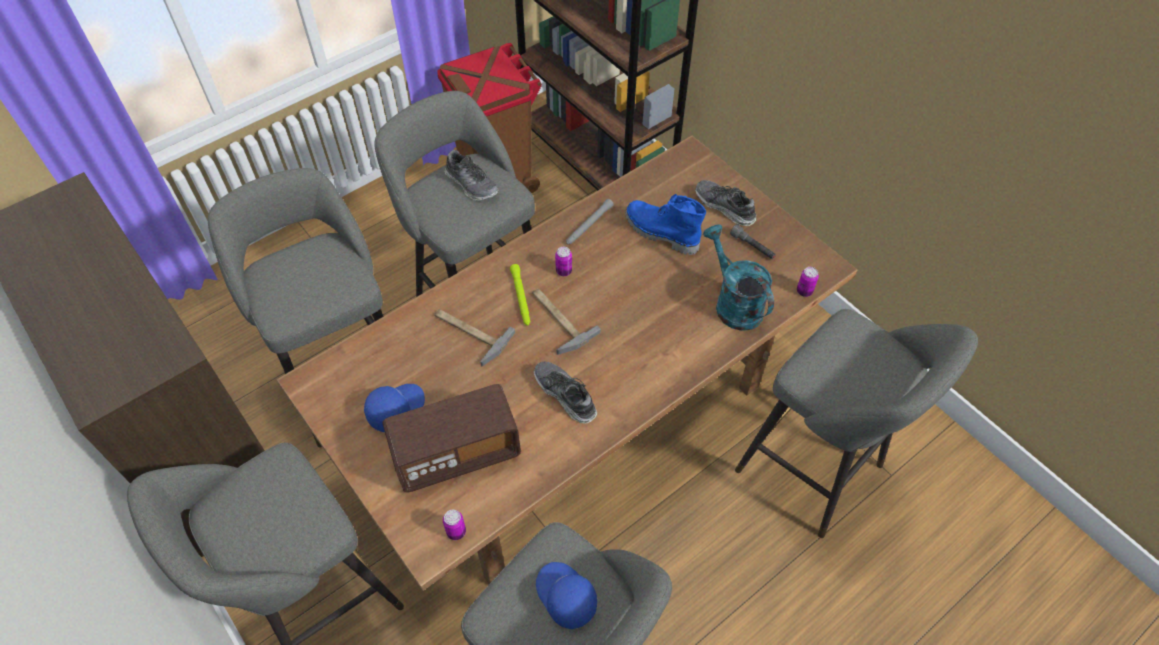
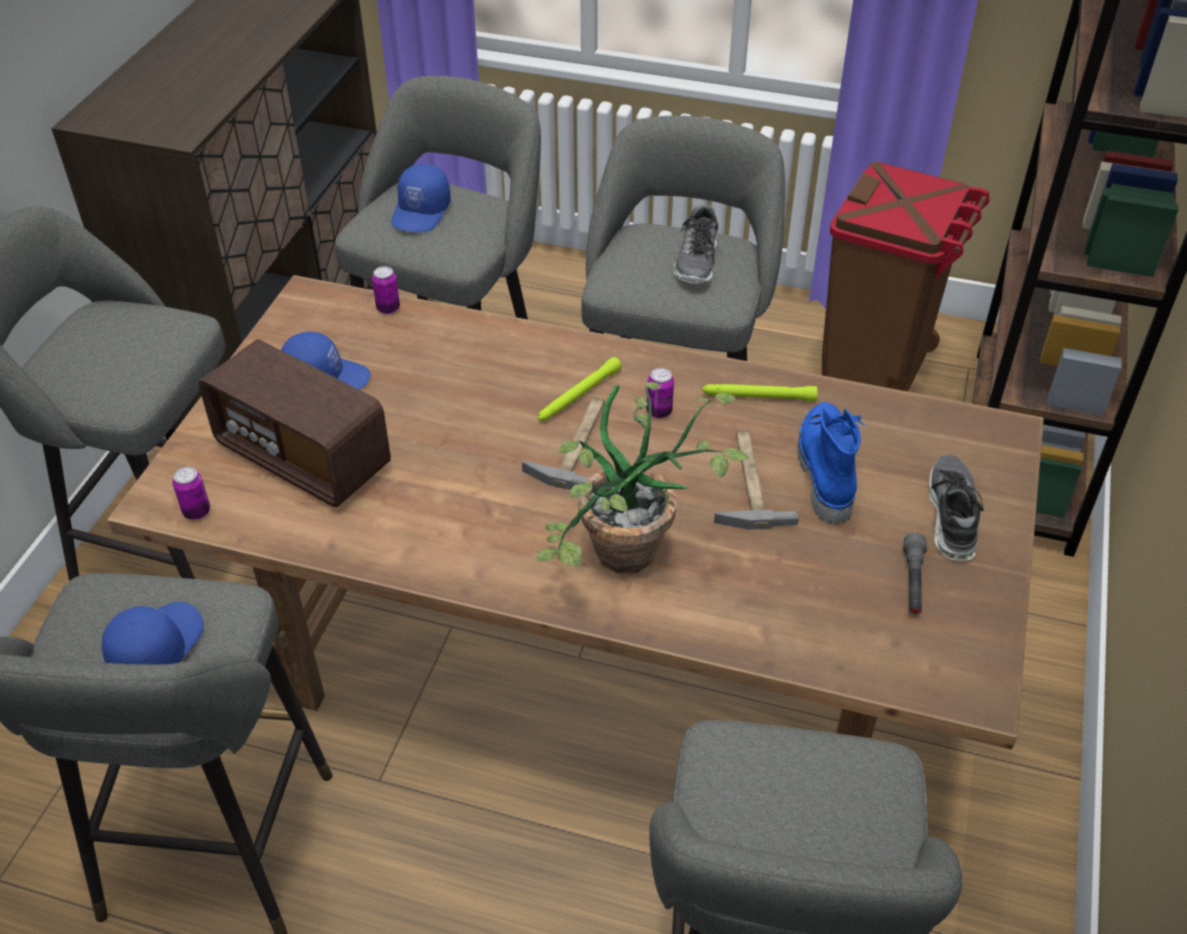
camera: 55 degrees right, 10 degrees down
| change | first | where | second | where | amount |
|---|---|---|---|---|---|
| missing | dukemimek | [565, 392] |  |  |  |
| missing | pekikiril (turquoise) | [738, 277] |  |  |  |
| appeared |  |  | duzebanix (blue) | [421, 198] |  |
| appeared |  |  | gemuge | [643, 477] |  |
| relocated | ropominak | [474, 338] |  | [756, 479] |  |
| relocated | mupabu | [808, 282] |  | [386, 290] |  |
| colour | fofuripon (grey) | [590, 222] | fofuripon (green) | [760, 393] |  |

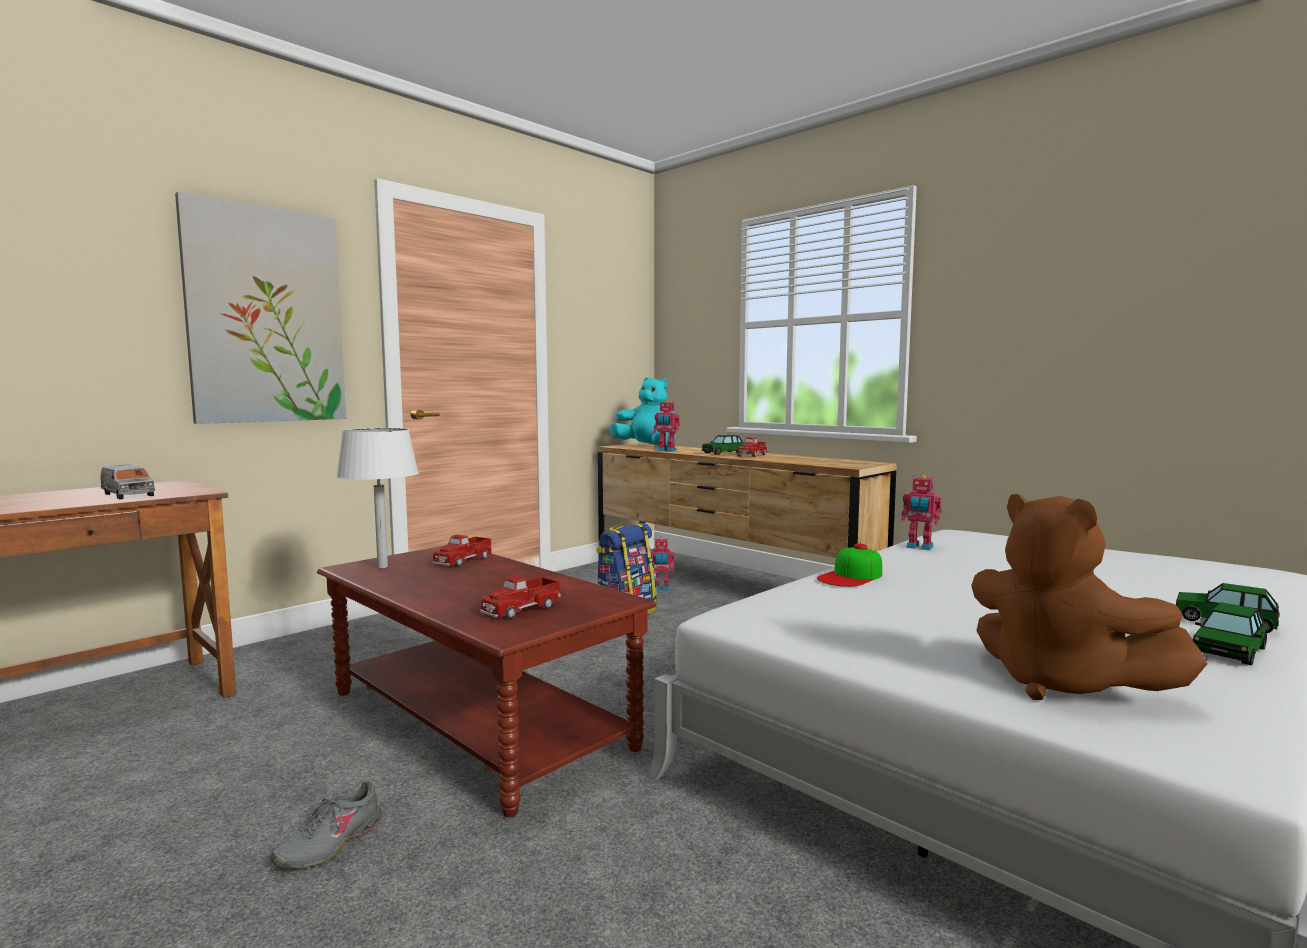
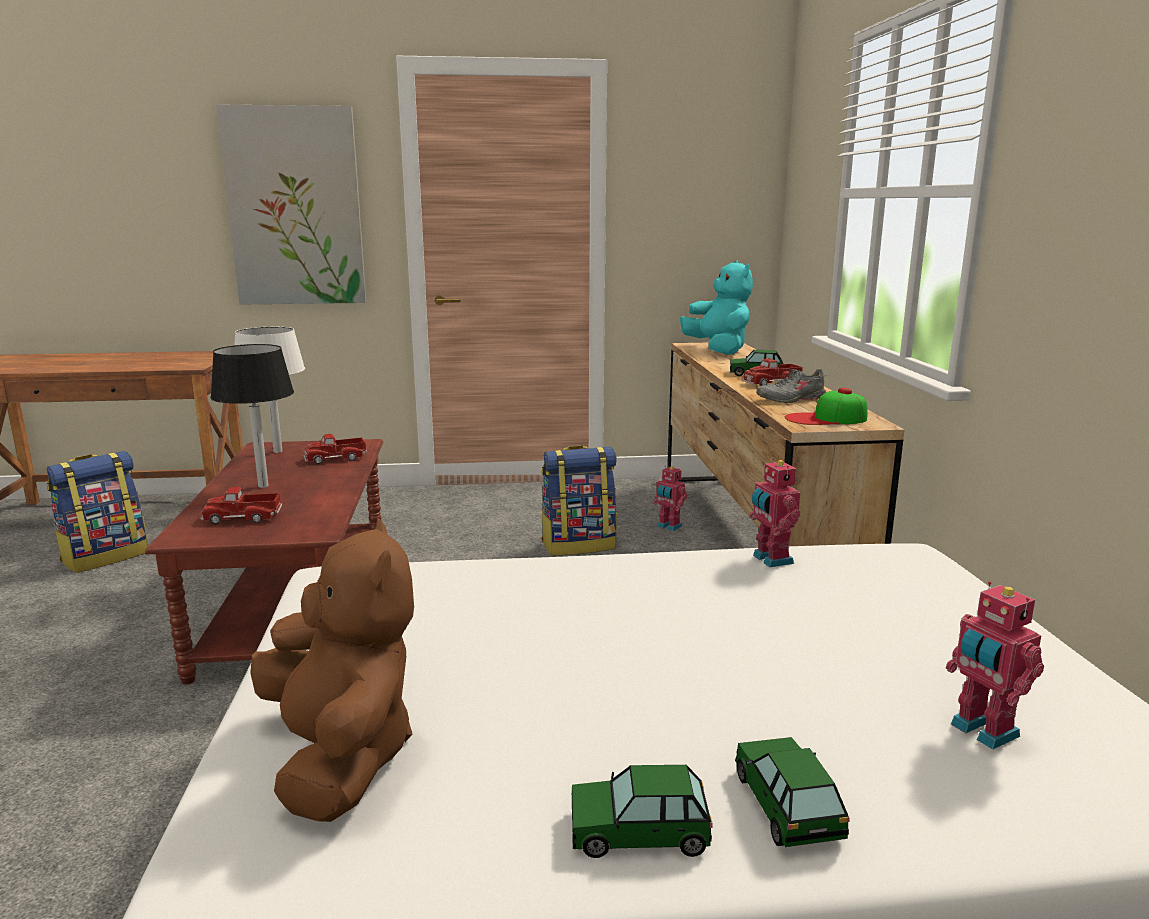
camera: 40 degrees right, 10 degrees up
| change | first | where | second | where | amount |
|---|---|---|---|---|---|
| missing | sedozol | [127, 481] |  |  |  |
| appeared |  |  | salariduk | [97, 512] |  |
| appeared |  |  | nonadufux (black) | [252, 416] |  |
| relocated | dukemimek (grey) | [326, 824] |  | [791, 385] |  |
| relocated | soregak | [666, 426] |  | [995, 666] |  |
| relocated | duzebanix | [849, 565] |  | [826, 406] |  |
| spun | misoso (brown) | [1089, 597] |  | [332, 670] | 150 degrees clockwise |

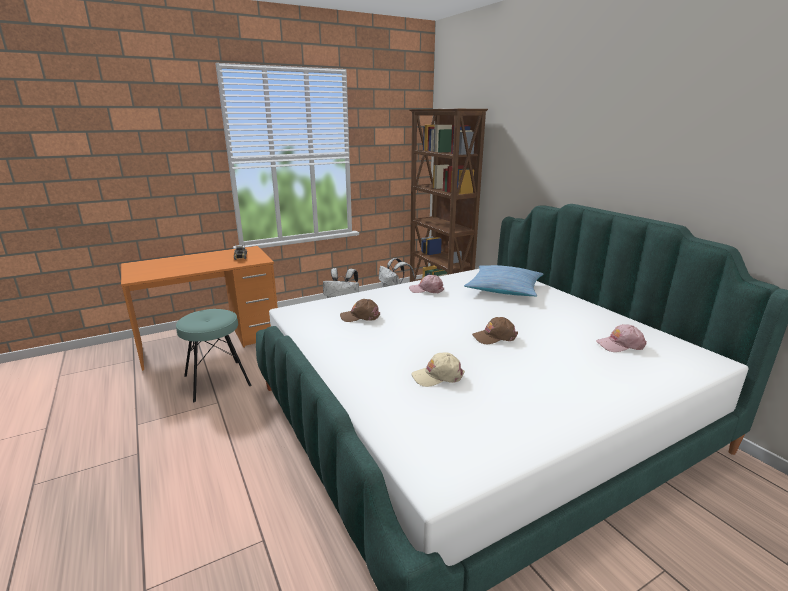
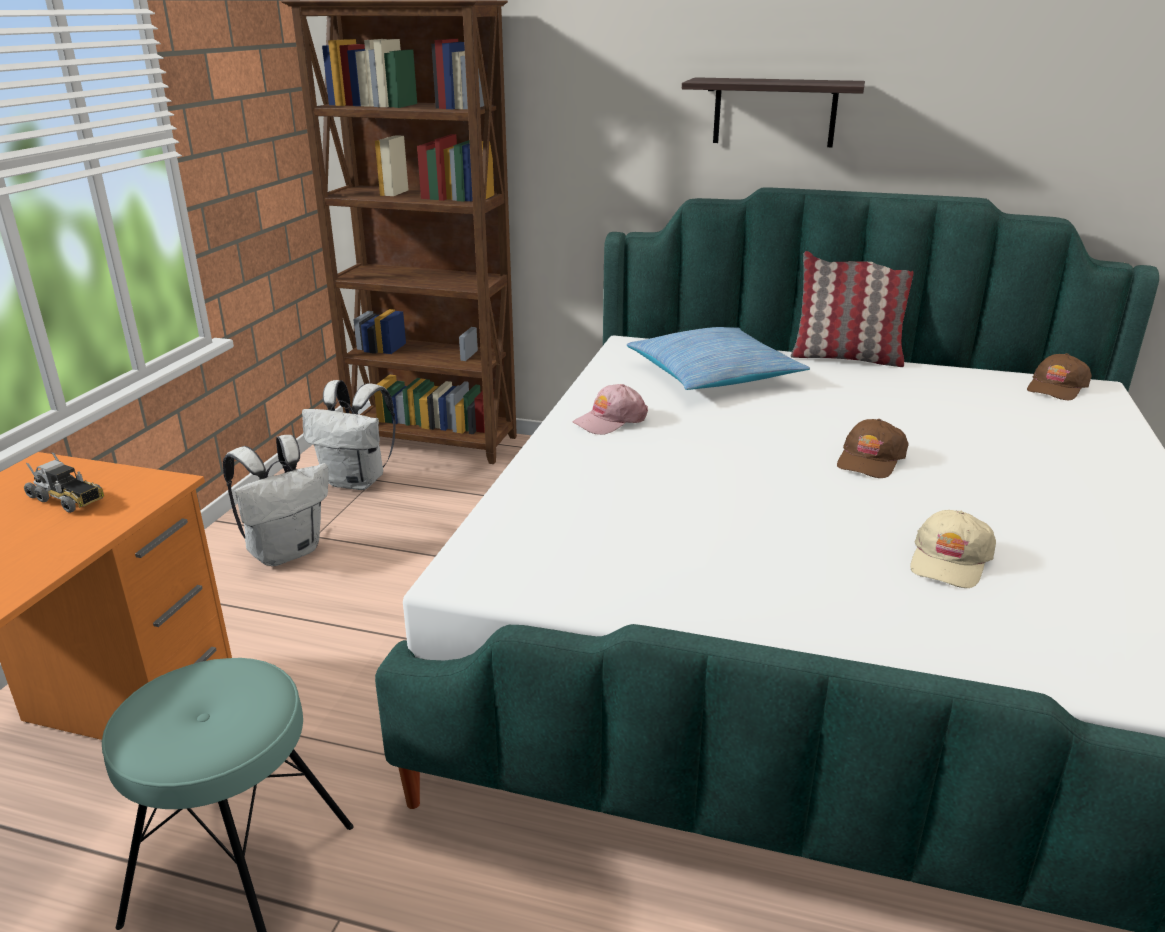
camera: 45 degrees left, 5 degrees up
| change | first | where | second | where | amount |
|---|---|---|---|---|---|
| missing | duzebanix (pink) | [621, 338] |  |  |  |
| appeared |  |  | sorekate | [773, 112] |  |
| appeared |  |  | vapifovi | [852, 309] |  |
| relocated | duzebanix (brown) | [360, 310] |  | [1059, 376] |  |

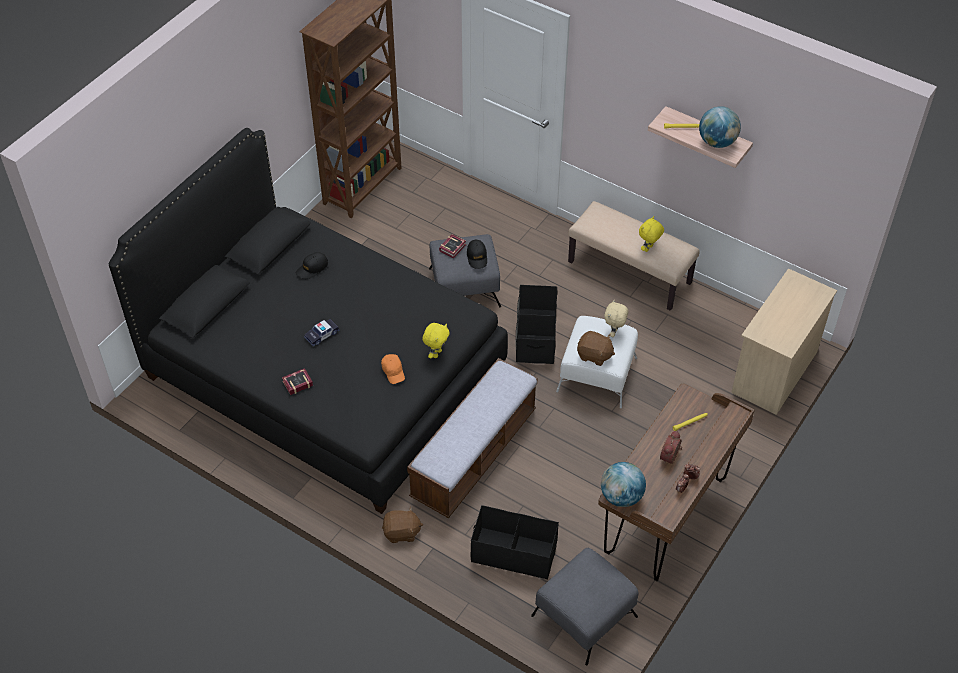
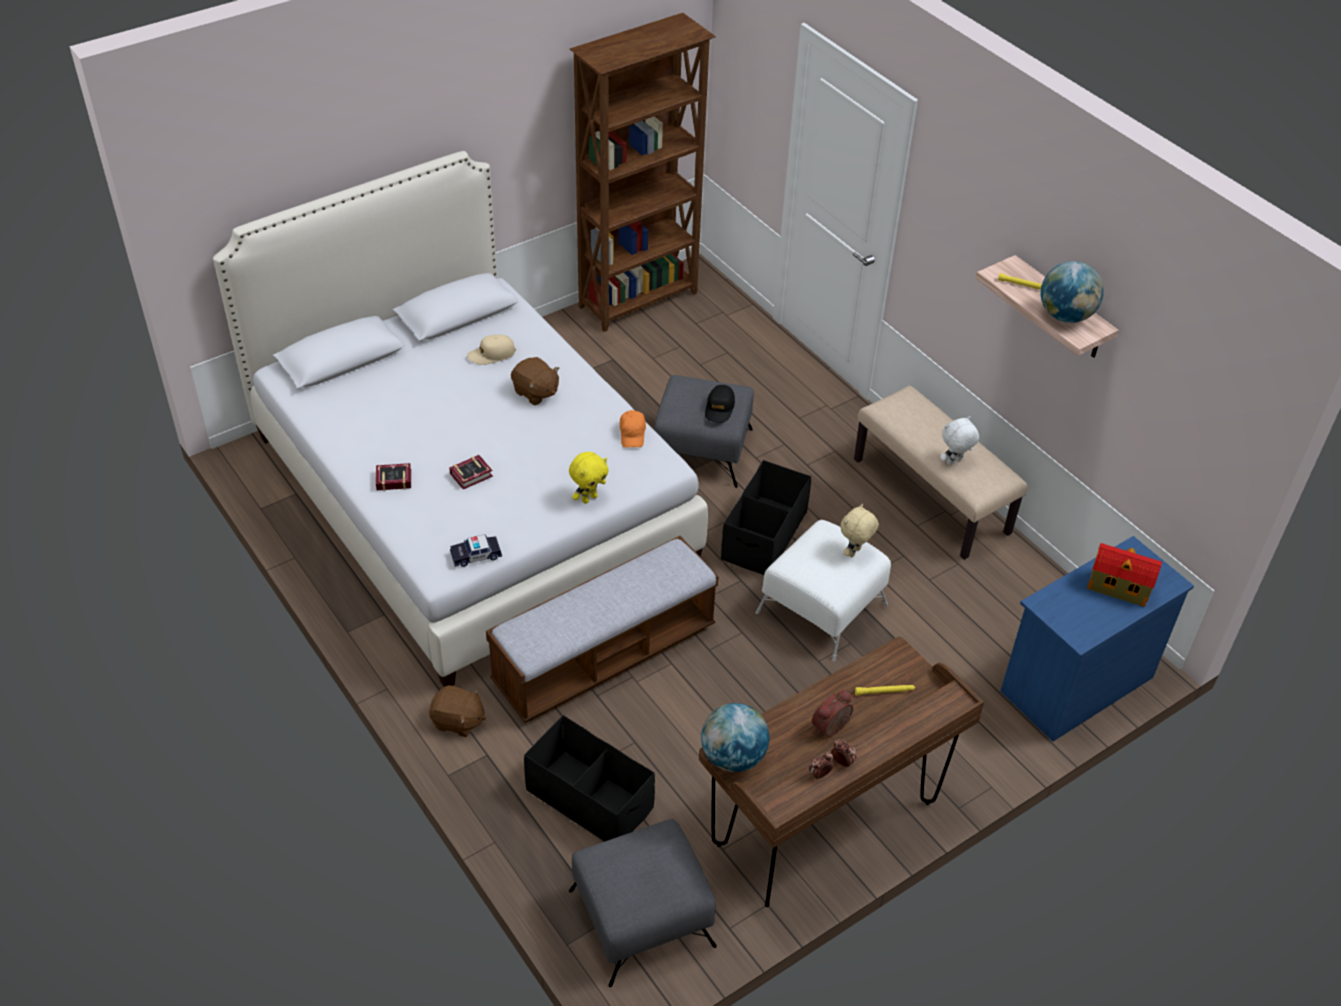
camera: 20 degrees right, 5 degrees down
| change | first | where | second | where | amount |
|---|---|---|---|---|---|
| appeared |  |  | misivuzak | [1124, 575] |  |
| relocated | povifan | [322, 332] |  | [476, 550] |  |
| relocated | duzebanix (orange) | [393, 369] |  | [633, 429] |  |
| relocated | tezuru | [452, 246] |  | [471, 472] |  |
| relocated | misoso (brown) | [596, 348] |  | [535, 381] |  |
| colour | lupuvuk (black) | [308, 321] | lupuvuk (white) | [460, 419] |  |
| colour | duzebanix (black) | [312, 265] | duzebanix (beige) | [491, 350] |  |
| colour | misoso (yellow) | [651, 234] | misoso (white) | [959, 440] |  |
| colour | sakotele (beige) | [784, 341] | sakotele (blue) | [1097, 639] |  |

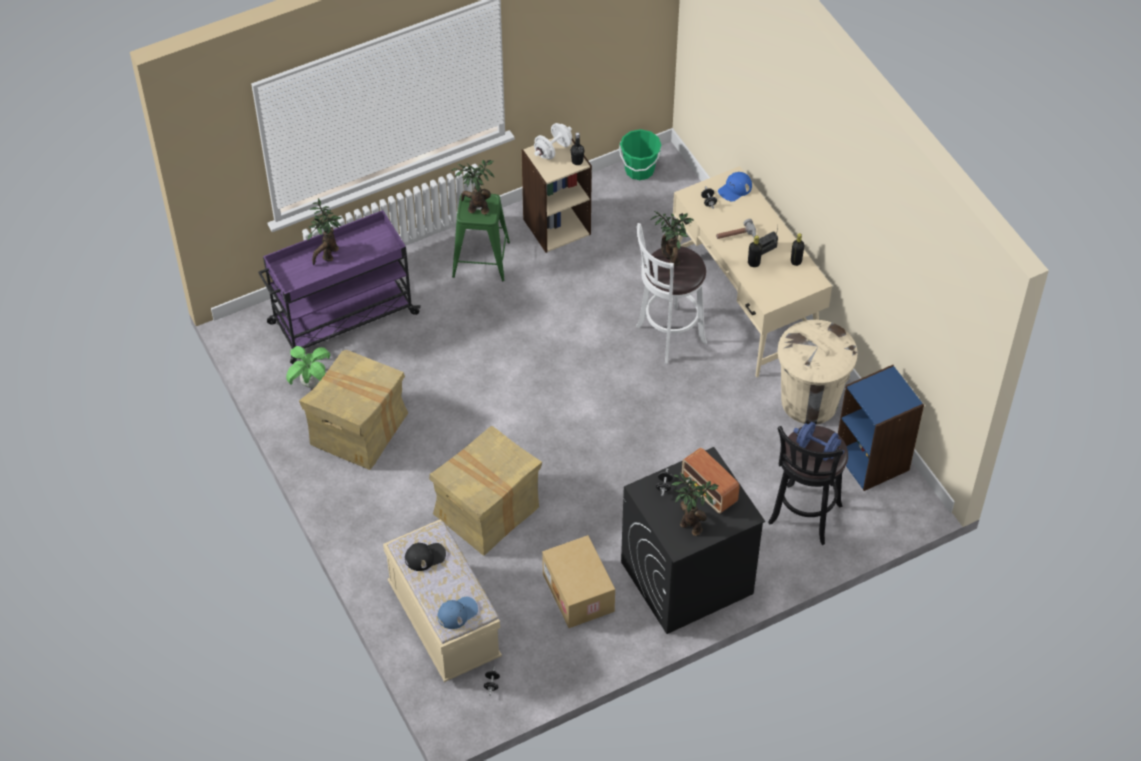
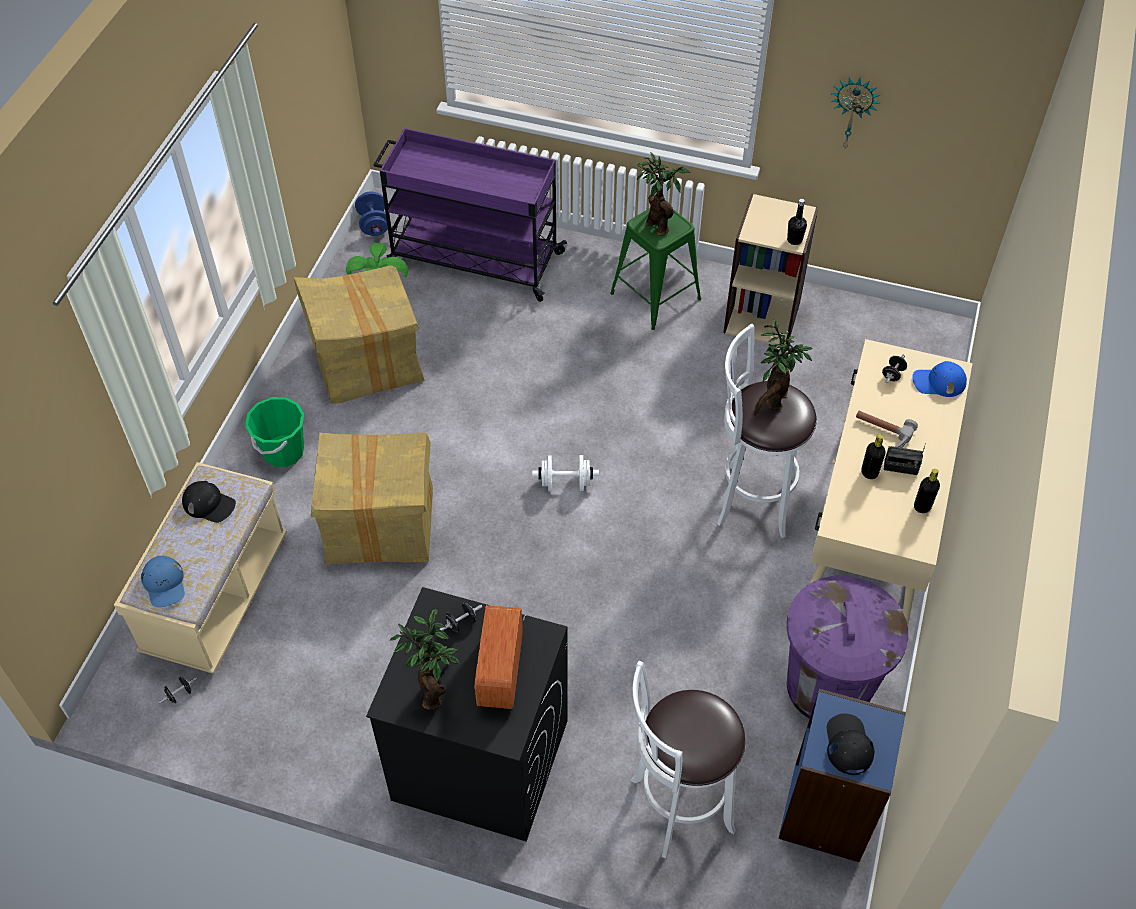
camera: 45 degrees right, 0 degrees up
| change | first | where | second | where | amount |
|---|---|---|---|---|---|
| missing | gemuge | [325, 231] |  |  |  |
| missing | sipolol | [578, 581] |  |  |  |
| appeared |  |  | duzebanix (black) | [851, 744] |  |
| appeared |  |  | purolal | [855, 112] |  |
| relocated | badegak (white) | [553, 141] |  | [565, 473] |  |
| relocated | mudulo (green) | [640, 154] |  | [274, 432] |  |
| relocated | badegak (blue) | [818, 441] |  | [371, 213] |  |
| colour | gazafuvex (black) | [808, 485] | gazafuvex (white) | [688, 760] |  |
| colour | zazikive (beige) | [817, 372] | zazikive (purple) | [847, 647] |  |
| spun | duzebanix (blue) | [458, 613] |  | [163, 581] | 60 degrees clockwise |

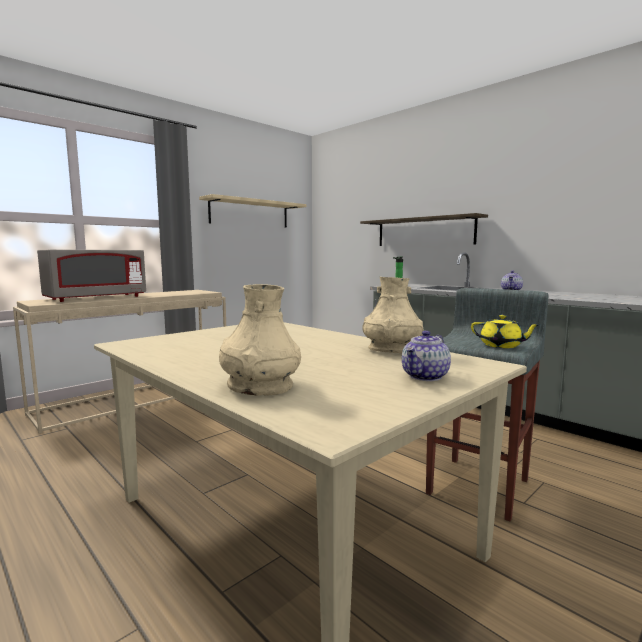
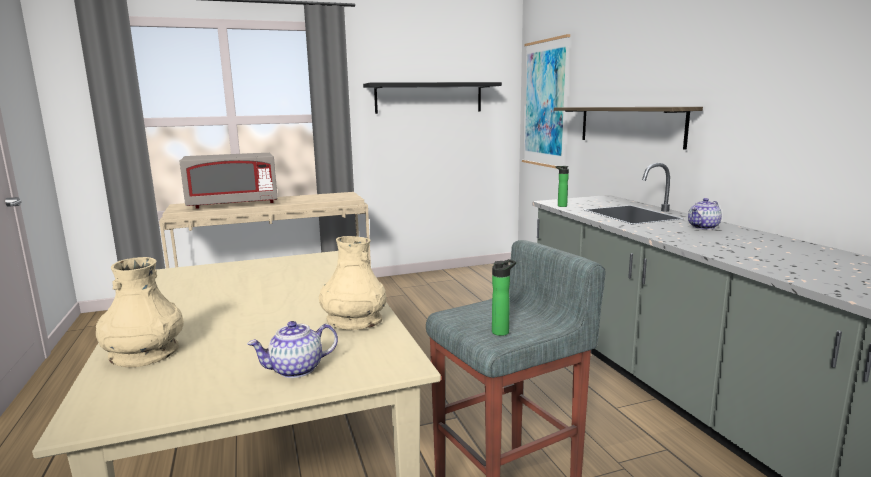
camera: 25 degrees right, 5 degrees up
| change | first | where | second | where | amount |
|---|---|---|---|---|---|
| appeared |  |  | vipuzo | [546, 101] |  |
| exchanged | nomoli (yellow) | [506, 331] | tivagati | [504, 297] |  |
| colour | sorekate (beige) | [253, 211] | sorekate (black) | [432, 98] |  |

